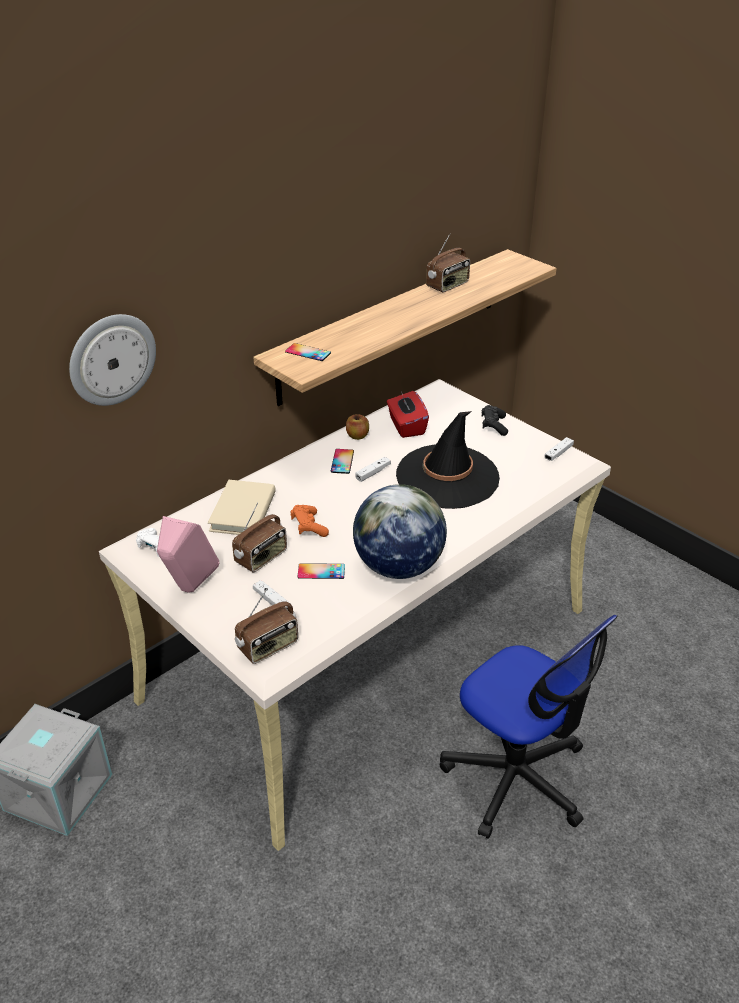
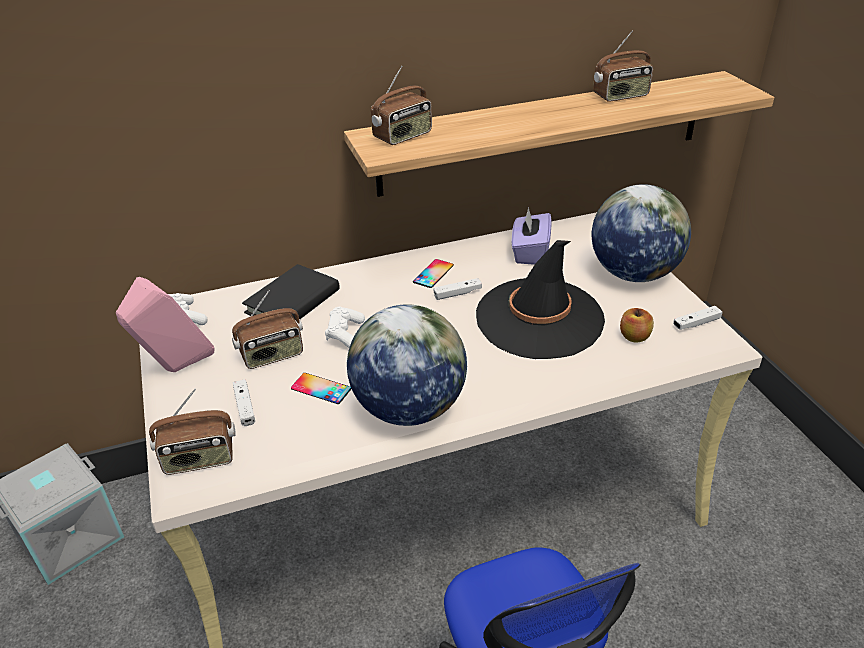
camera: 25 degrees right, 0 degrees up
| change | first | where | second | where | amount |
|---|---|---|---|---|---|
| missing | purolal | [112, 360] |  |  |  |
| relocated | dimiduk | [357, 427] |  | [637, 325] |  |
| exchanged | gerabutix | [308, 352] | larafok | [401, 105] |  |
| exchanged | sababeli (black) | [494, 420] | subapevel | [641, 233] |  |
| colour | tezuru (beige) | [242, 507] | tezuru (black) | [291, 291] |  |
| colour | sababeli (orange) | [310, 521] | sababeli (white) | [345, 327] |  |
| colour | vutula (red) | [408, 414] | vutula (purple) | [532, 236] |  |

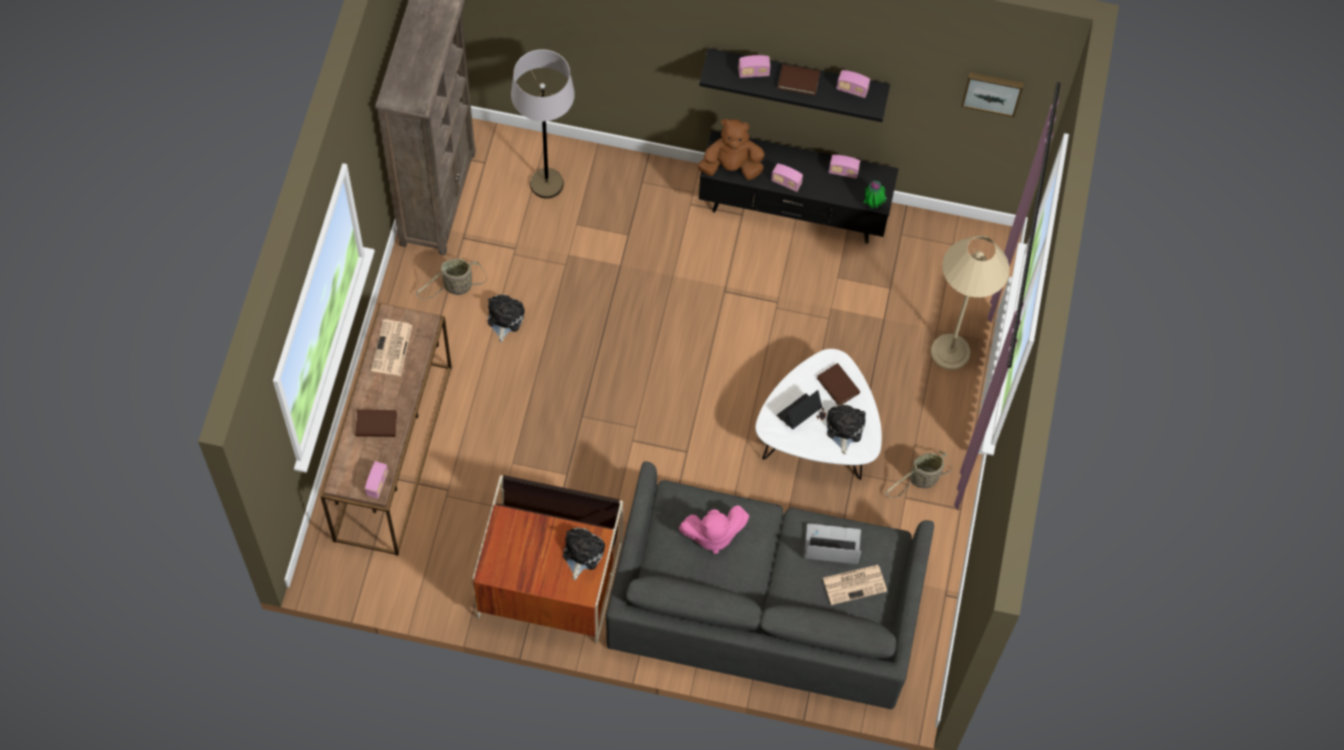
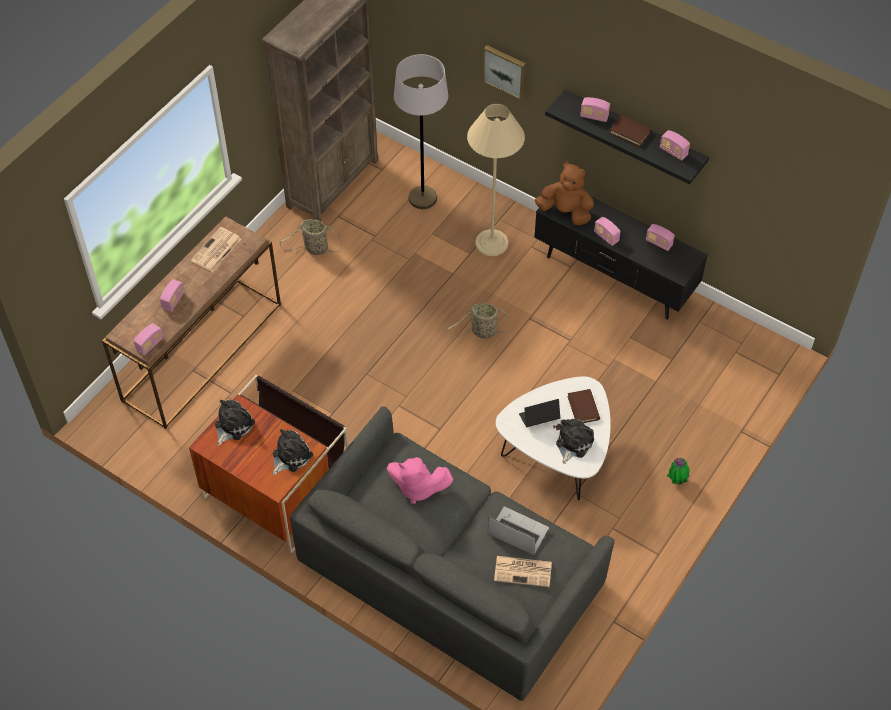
camera: 25 degrees right, 10 degrees down
| change | first | where | second | where | amount |
|---|---|---|---|---|---|
| relocated | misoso | [506, 318] |  | [235, 423] |  |
| relocated | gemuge | [875, 194] |  | [678, 471] |  |
| relocated | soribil | [918, 474] |  | [478, 321] |  |
| relocated | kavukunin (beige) | [970, 303] |  | [496, 180] |  |
| relocated | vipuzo | [992, 94] |  | [504, 72] |  |
| exchanged | tezuru (brown) | [376, 423] | larafok | [172, 295] |  |

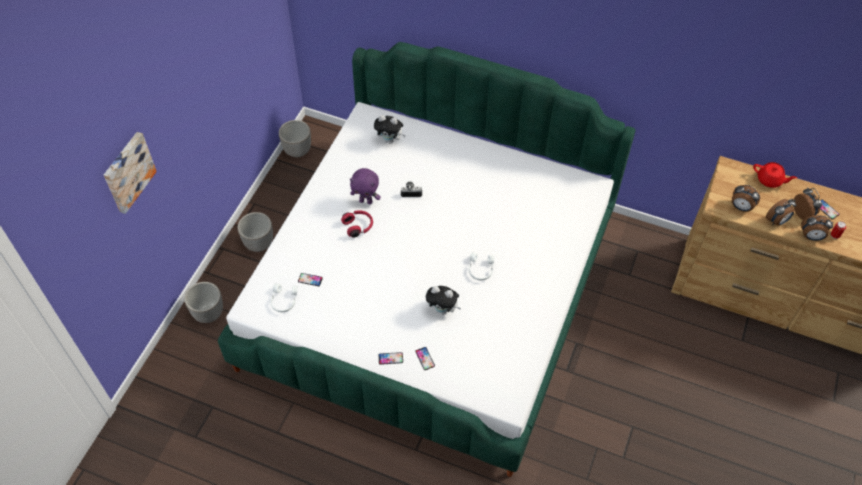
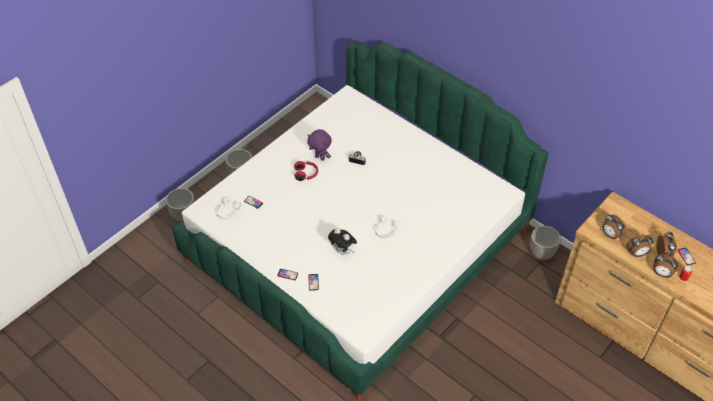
camera: 20 degrees right, 5 degrees down
| change | first | where | second | where | amount |
|---|---|---|---|---|---|
| missing | vipuzo | [130, 173] |  |  |  |
| missing | misoso | [389, 129] |  |  |  |
| missing | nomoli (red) | [775, 175] |  |  |  |
| relocated | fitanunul | [295, 138] |  | [545, 243] |  |

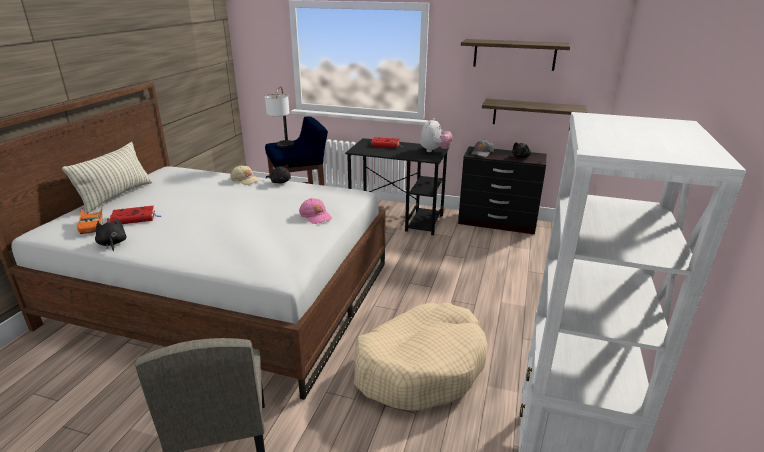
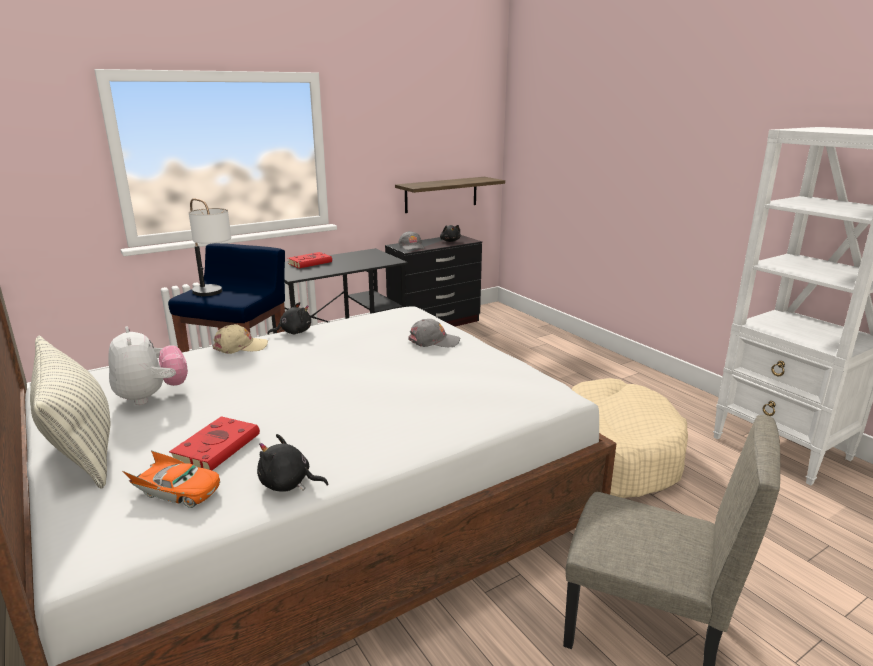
camera: 50 degrees left, 5 degrees down
| change | first | where | second | where | amount |
|---|---|---|---|---|---|
| missing | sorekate | [515, 55] |  |  |  |
| relocated | misoso | [436, 135] |  | [148, 365] |  |
| colour | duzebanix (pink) | [315, 211] | duzebanix (grey) | [434, 333] |  |

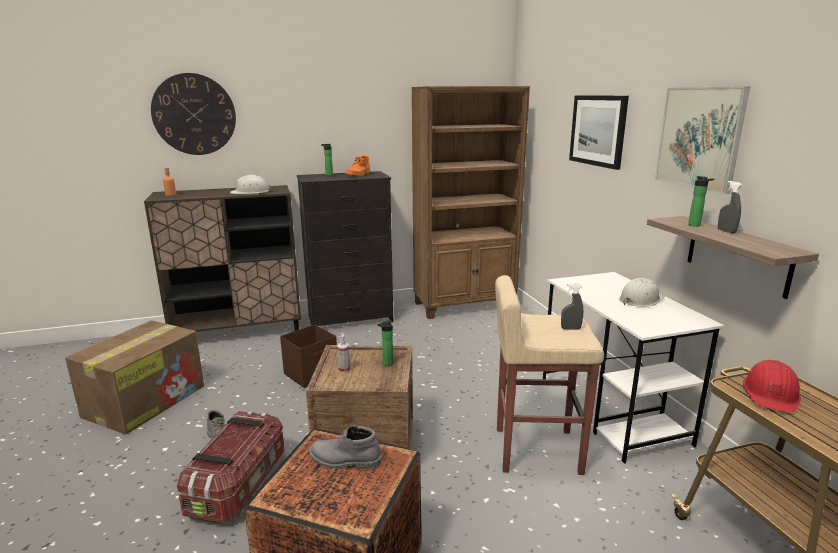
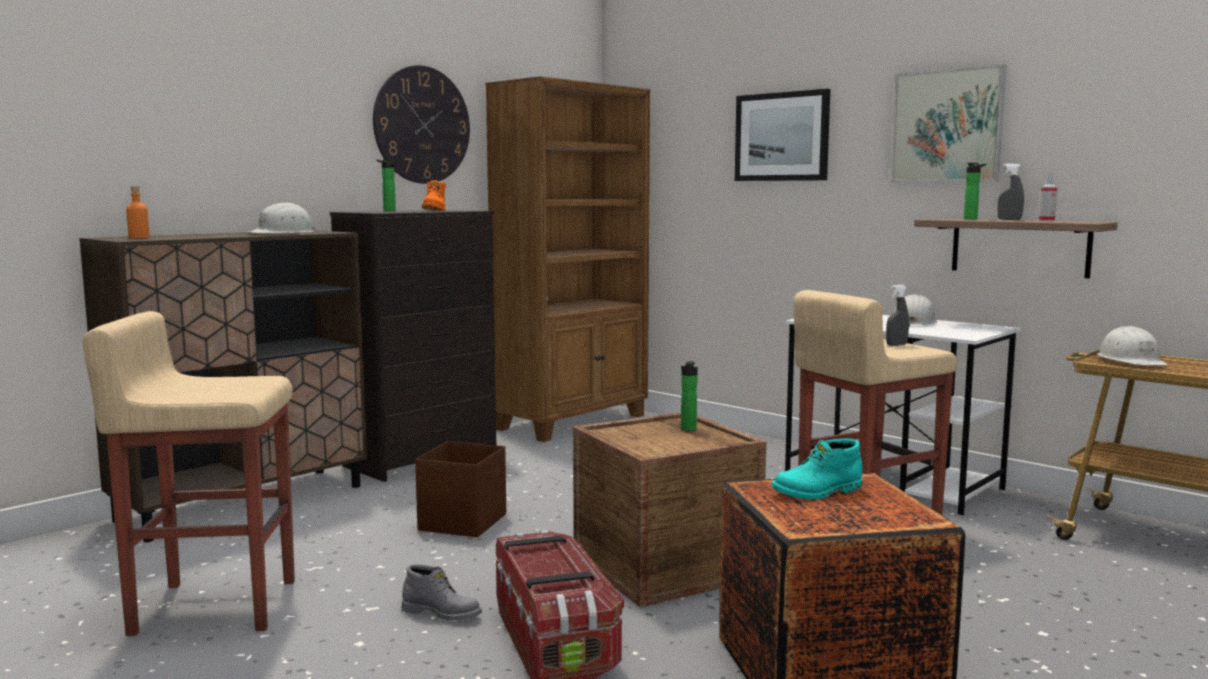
camera: 30 degrees left, 10 degrees down
| change | first | where | second | where | amount |
|---|---|---|---|---|---|
| relocated | purolal | [193, 114] |  | [421, 124] |  |
| relocated | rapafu | [343, 354] |  | [1048, 197] |  |
| exchanged | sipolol | [134, 377] | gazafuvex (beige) | [189, 473] |  |
| colour | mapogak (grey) | [345, 447] | mapogak (turquoise) | [816, 469] |  |
| colour | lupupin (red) | [772, 386] | lupupin (white) | [1132, 346] |  |

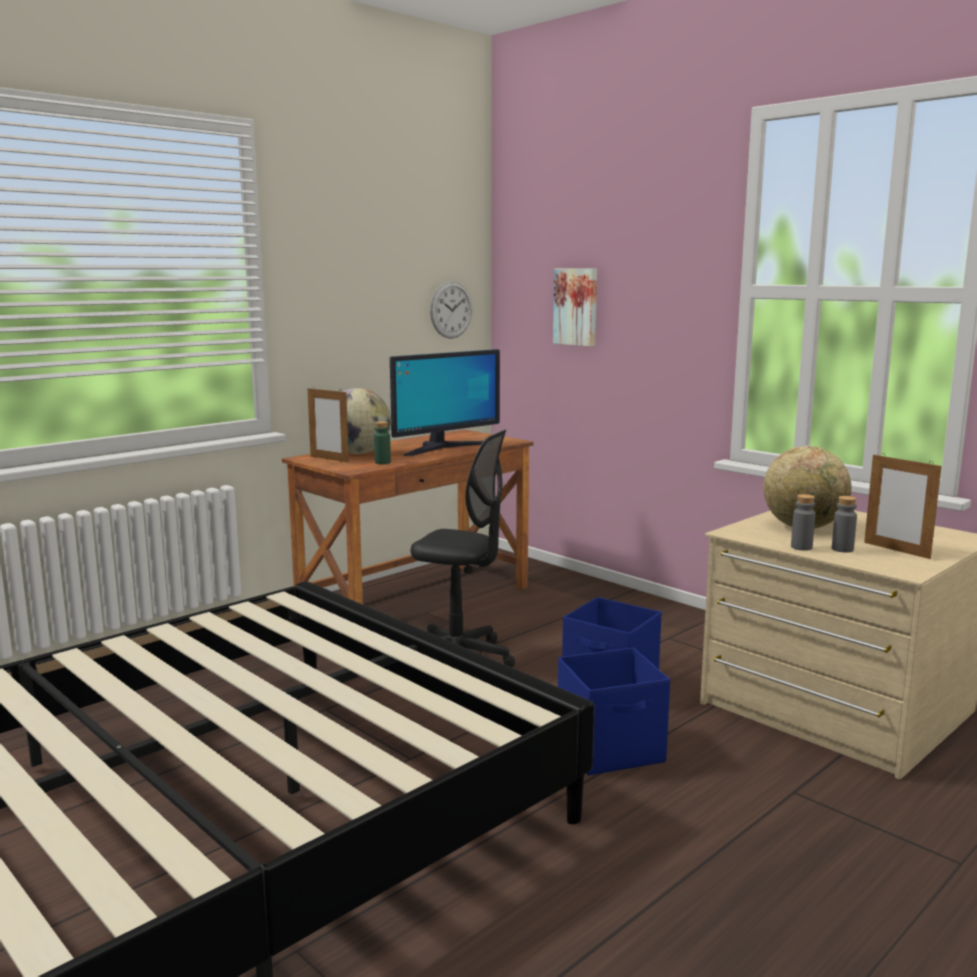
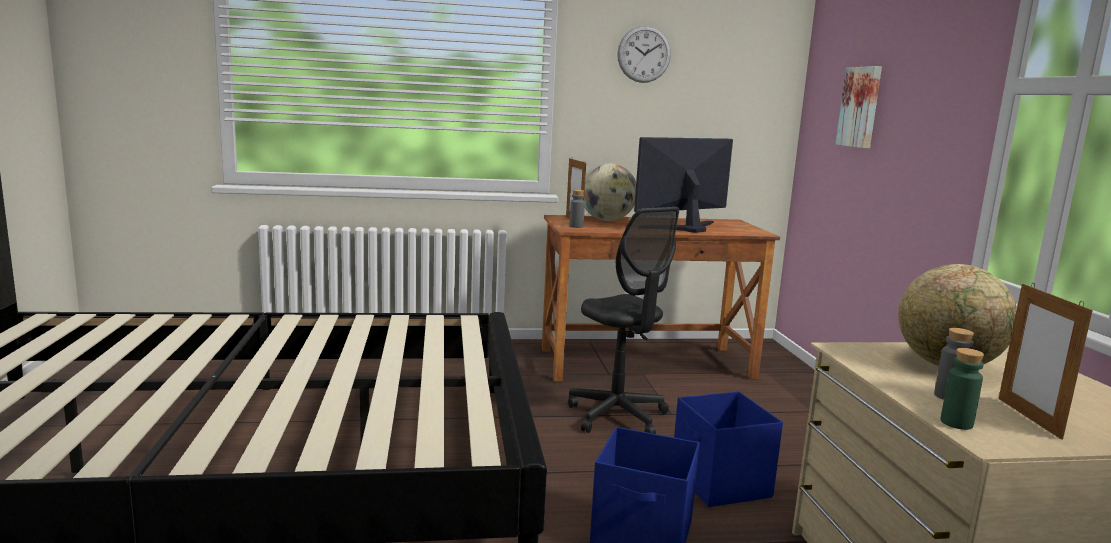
camera: 35 degrees right, 0 degrees up
| change | first | where | second | where | amount |
|---|---|---|---|---|---|
| relocated | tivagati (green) | [382, 442] |  | [962, 389] |  |
| relocated | purolal | [451, 310] |  | [644, 54] |  |
| relocated | tivagati (grey) | [803, 522] |  | [577, 209] |  |
| spun | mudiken | [445, 402] |  | [683, 185] | 150 degrees clockwise |

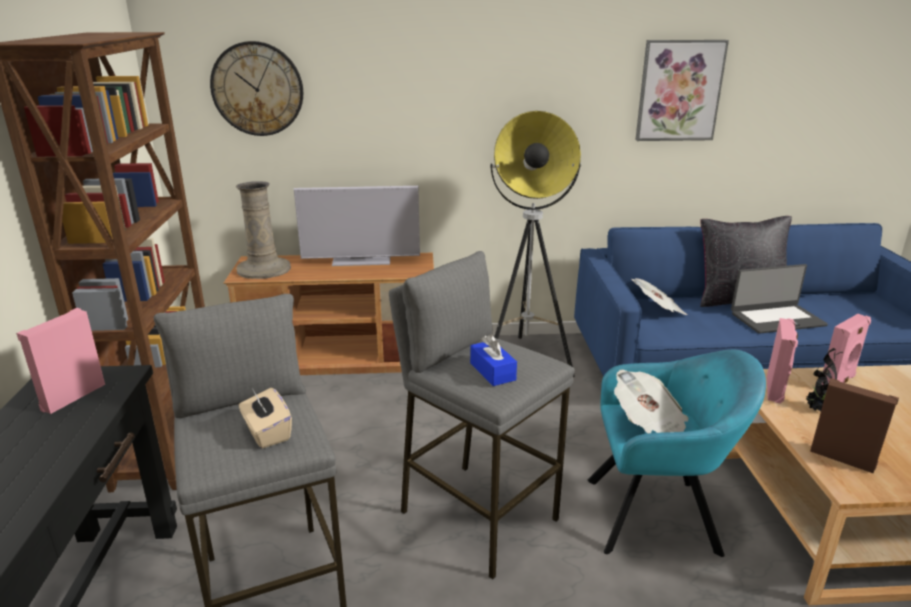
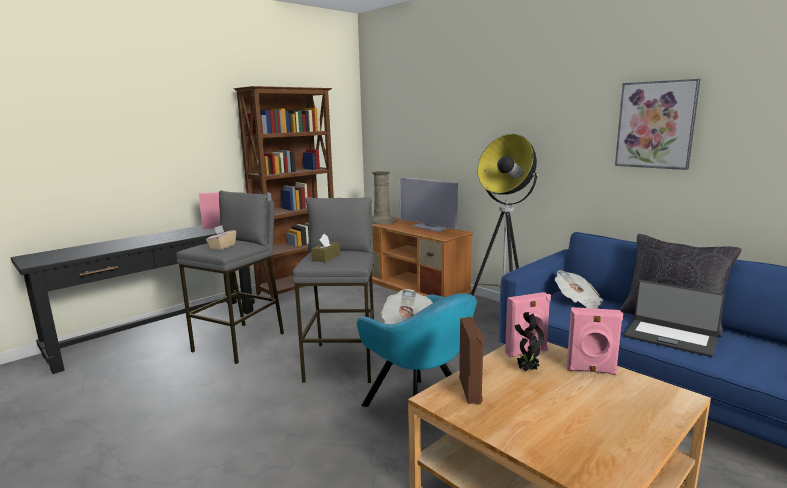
camera: 50 degrees right, 10 degrees down
| change | first | where | second | where | amount |
|---|---|---|---|---|---|
| missing | purolal | [256, 88] |  |  |  |
| colour | vutula (blue) | [493, 360] | vutula (brown) | [325, 248] |  |

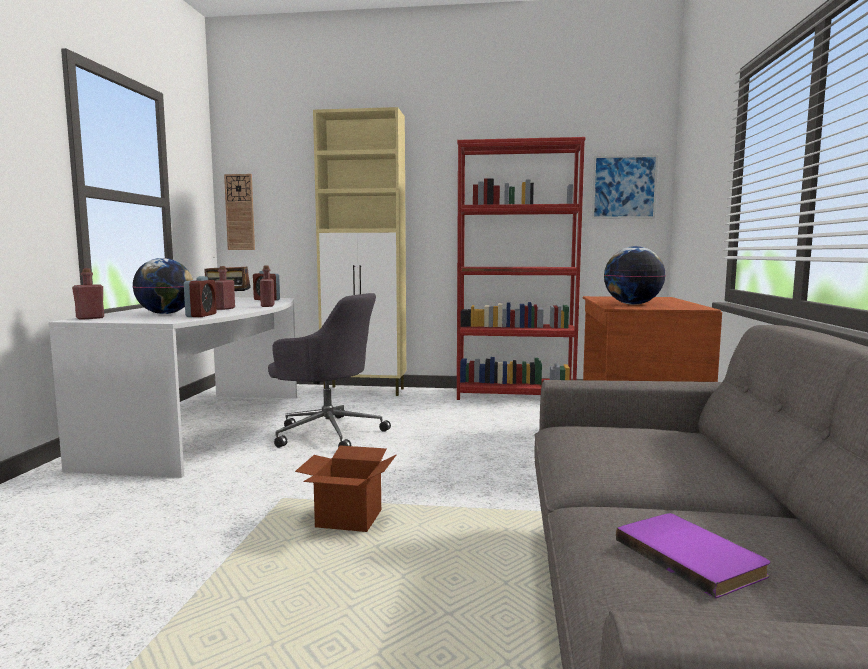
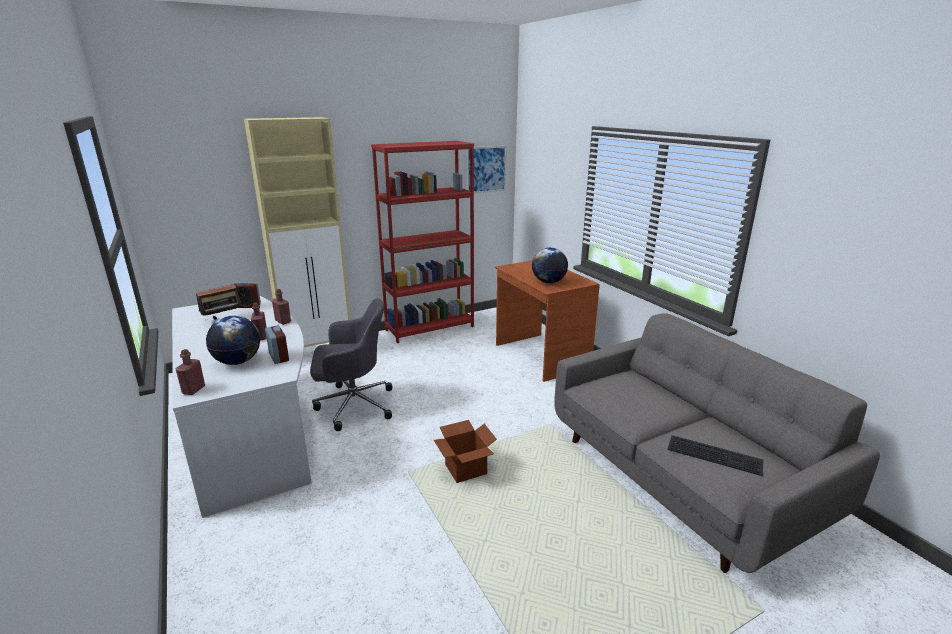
camera: 35 degrees left, 15 degrees up
| change | first | where | second | where | amount |
|---|---|---|---|---|---|
| missing | purolal | [239, 212] |  |  |  |
| exchanged | tezuru (purple) | [693, 556] | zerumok | [715, 455] |  |

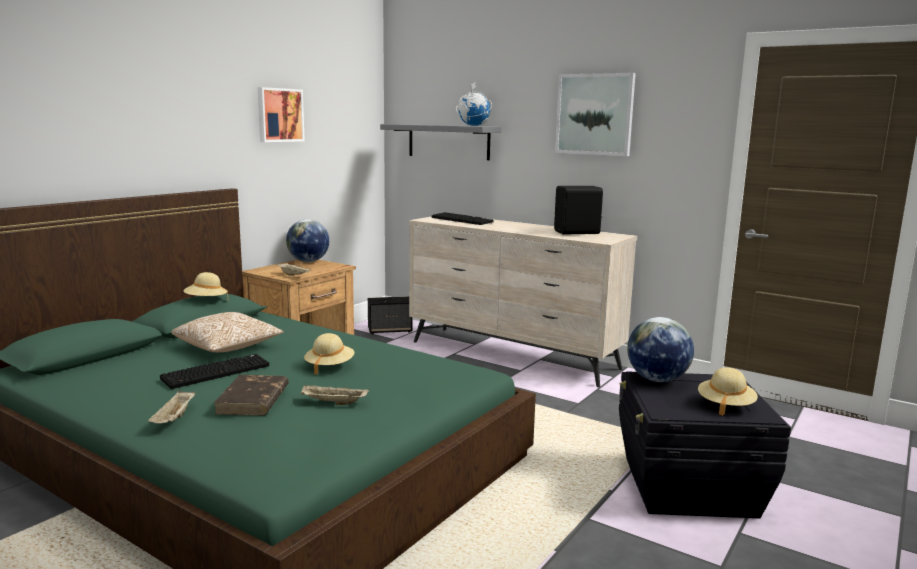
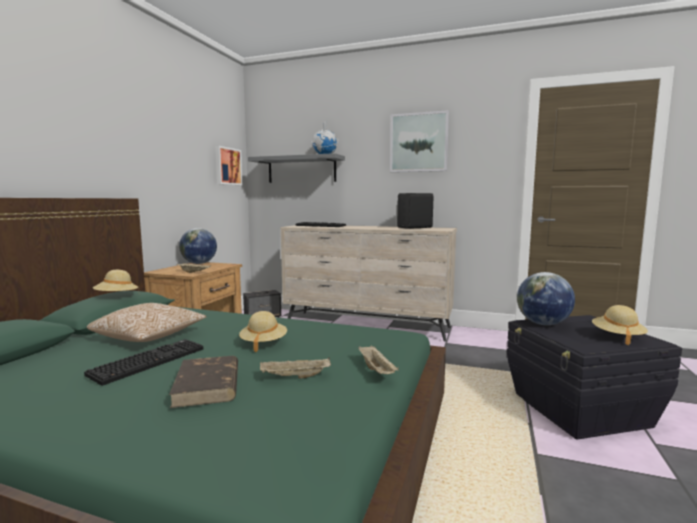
camera: 15 degrees left, 5 degrees down
| change | first | where | second | where | amount |
|---|---|---|---|---|---|
| relocated | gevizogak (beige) | [172, 406] |  | [378, 360] |  |
| relocated | vipuzo | [281, 114] |  | [228, 165] |  |

